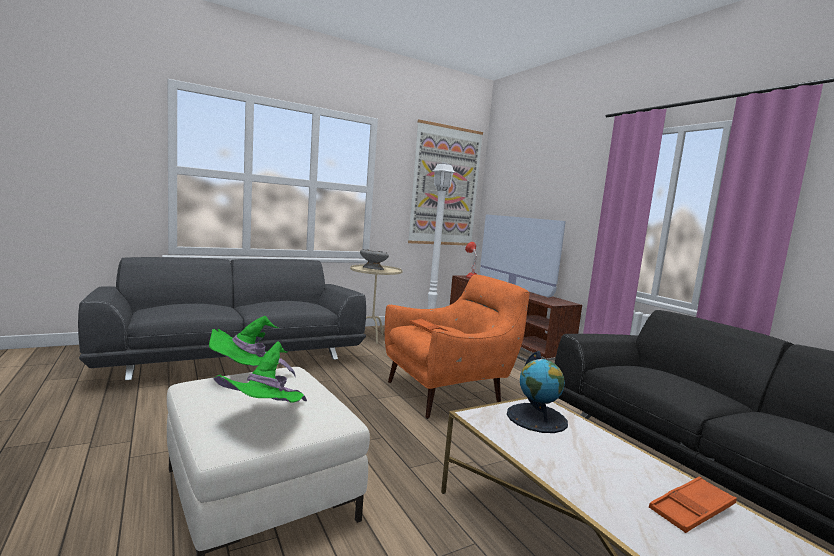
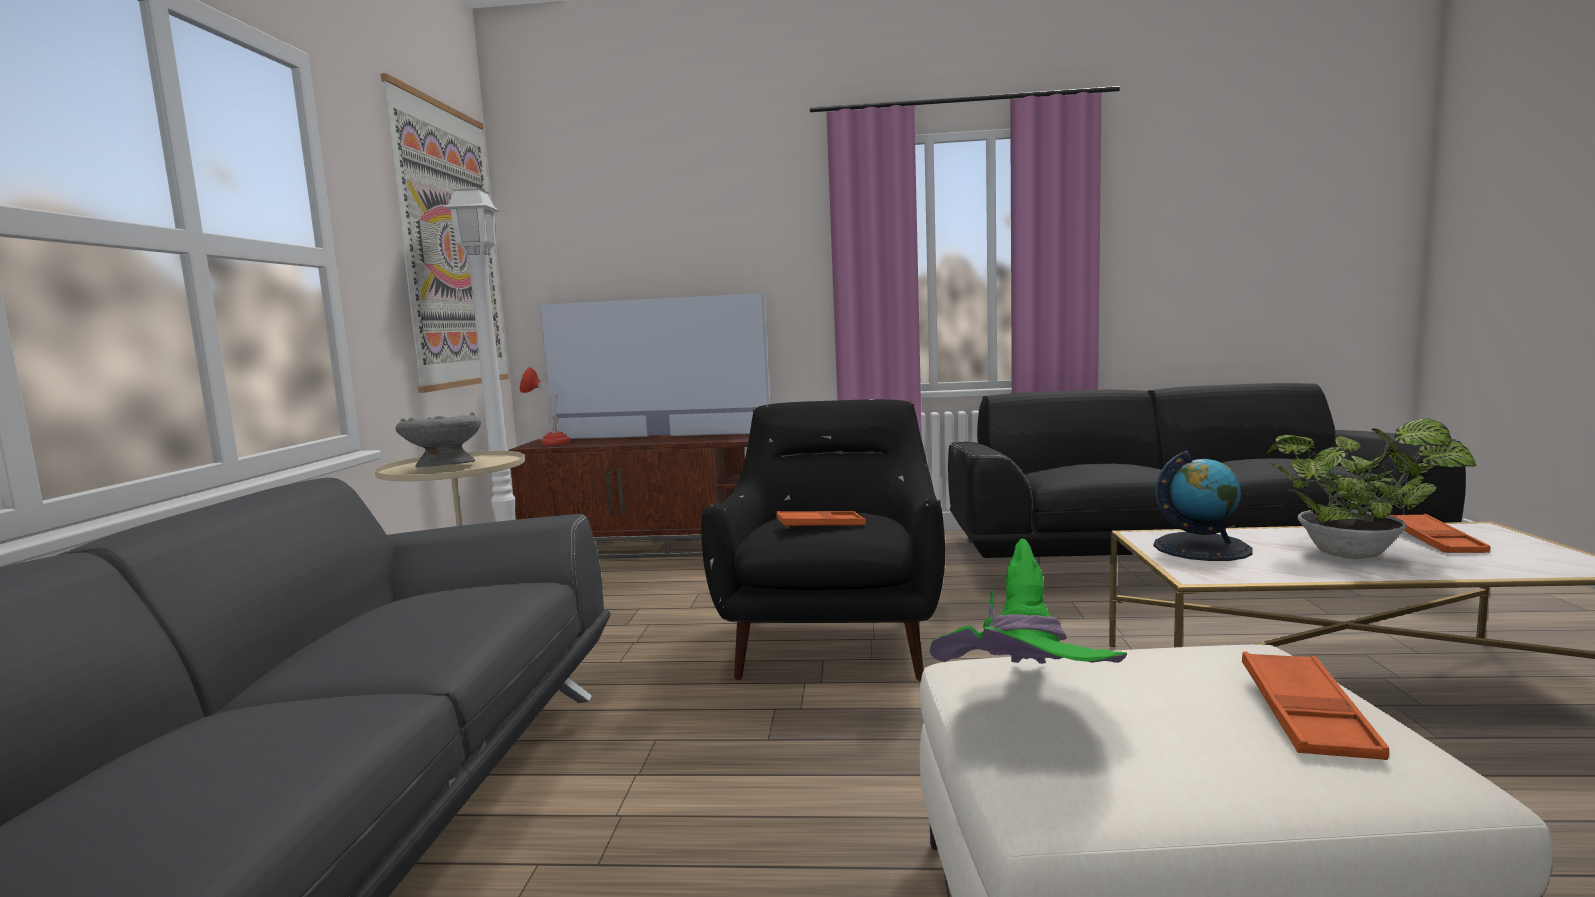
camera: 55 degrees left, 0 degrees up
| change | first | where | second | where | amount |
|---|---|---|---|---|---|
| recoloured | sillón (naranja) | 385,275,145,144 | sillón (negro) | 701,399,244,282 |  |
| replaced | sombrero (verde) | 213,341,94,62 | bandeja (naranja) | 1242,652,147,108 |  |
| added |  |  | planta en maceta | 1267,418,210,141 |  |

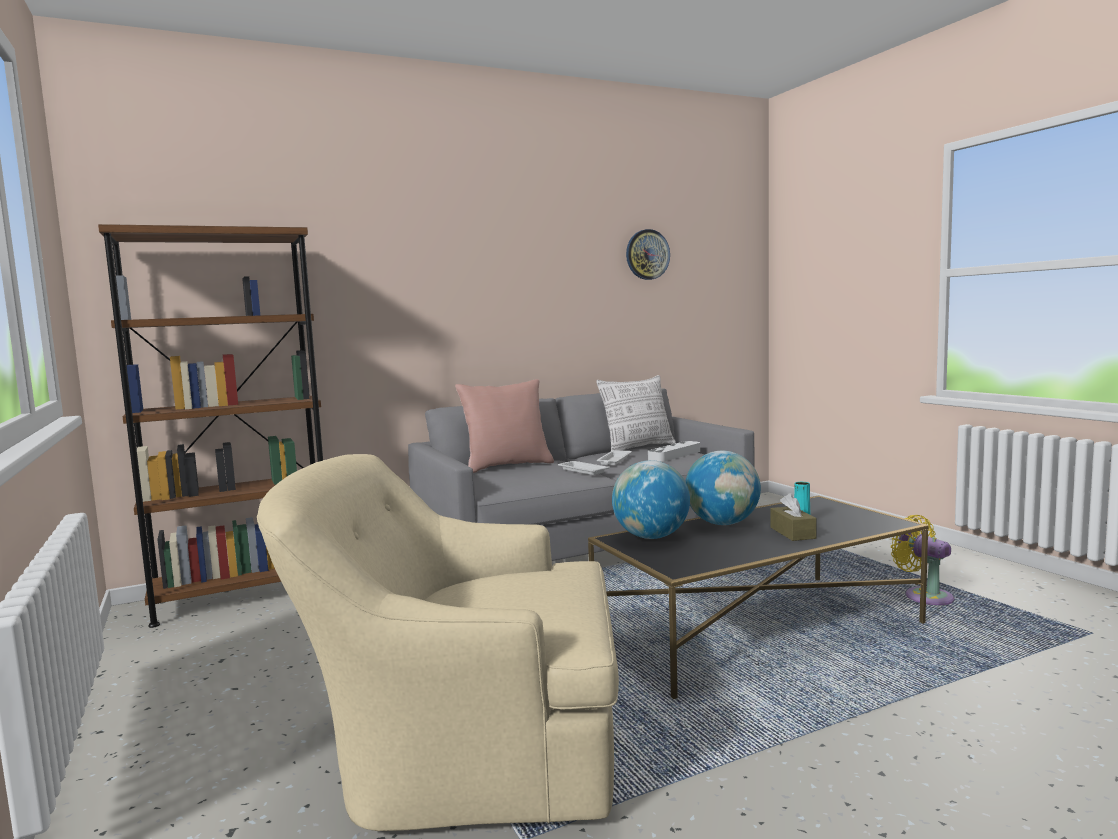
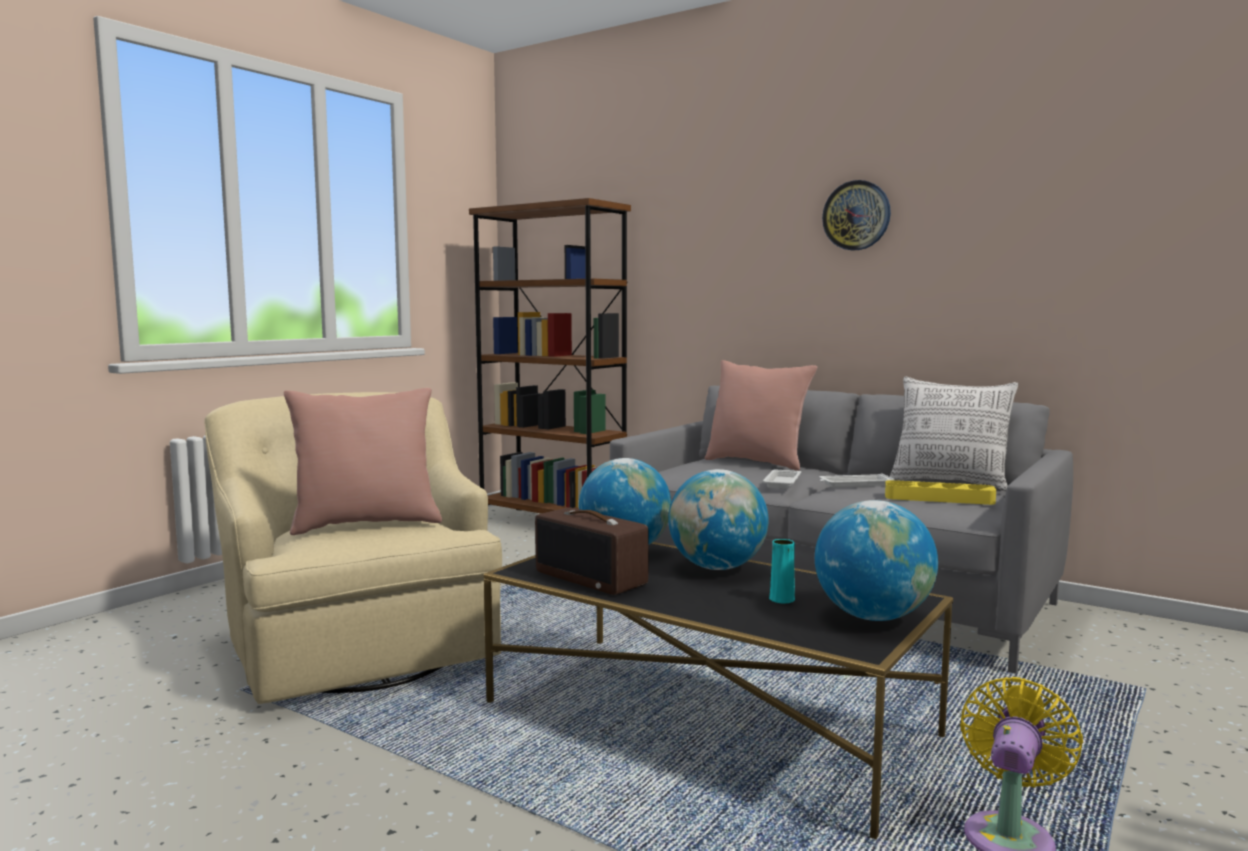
camera: 60 degrees right, 0 degrees up
| change | first | where | second | where | amount |
|---|---|---|---|---|---|
| moved | reloj de pared | 626,229,44,51 |  | 822,180,69,70 |  |
| recoloured | bandeja (gris) | 648,441,52,21 | bandeja (amarillo) | 885,480,111,25 |  |
| removed | caja de pañuelos (marrón) | 771,493,46,48 |  |  |  |
| added |  |  | cojín (rosa) | 284,388,158,147 |  |
| added |  |  | globo terráqueo | 815,500,123,121 |  |
| added |  |  | radio | 535,507,114,88 |  |

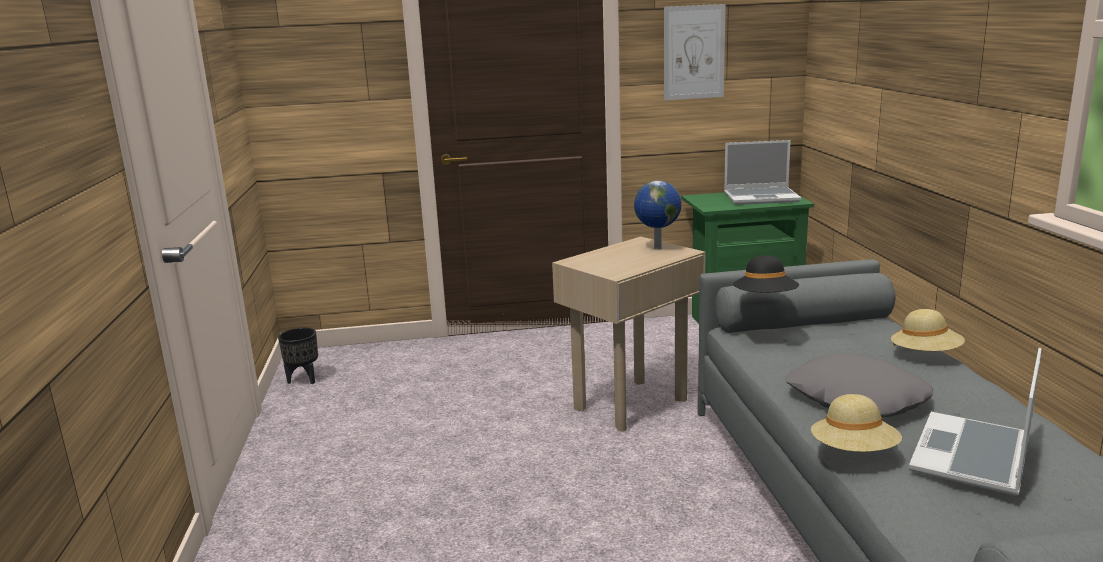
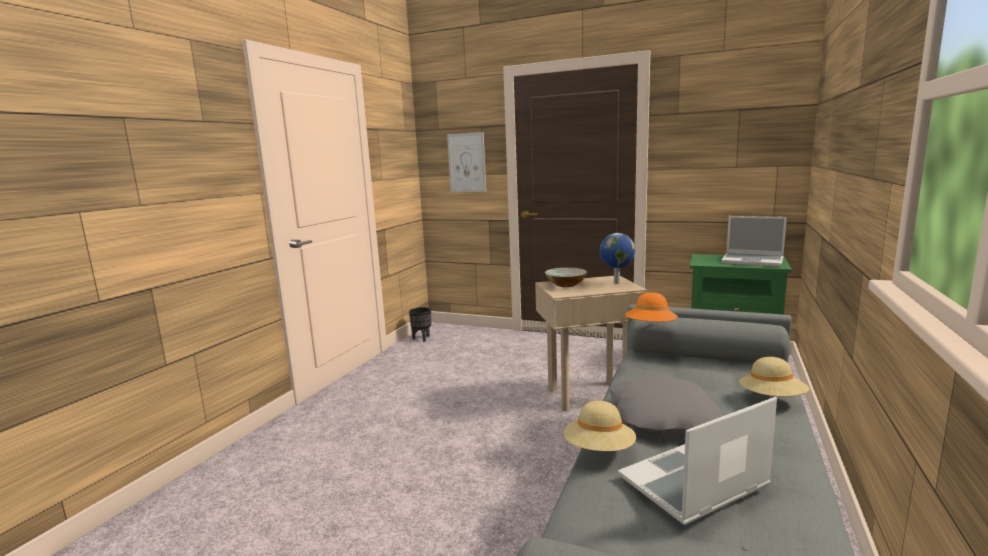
camera: 30 degrees right, 5 degrees down
| change | first | where | second | where | amount |
|---|---|---|---|---|---|
| moved | cuadro | 664,4,62,96 |  | 447,132,39,60 |  |
| recoloured | sombrero (negro) | 733,255,66,37 | sombrero (naranja) | 625,292,53,30 |  |
| added |  |  | cuenco | 545,267,42,20 |  |

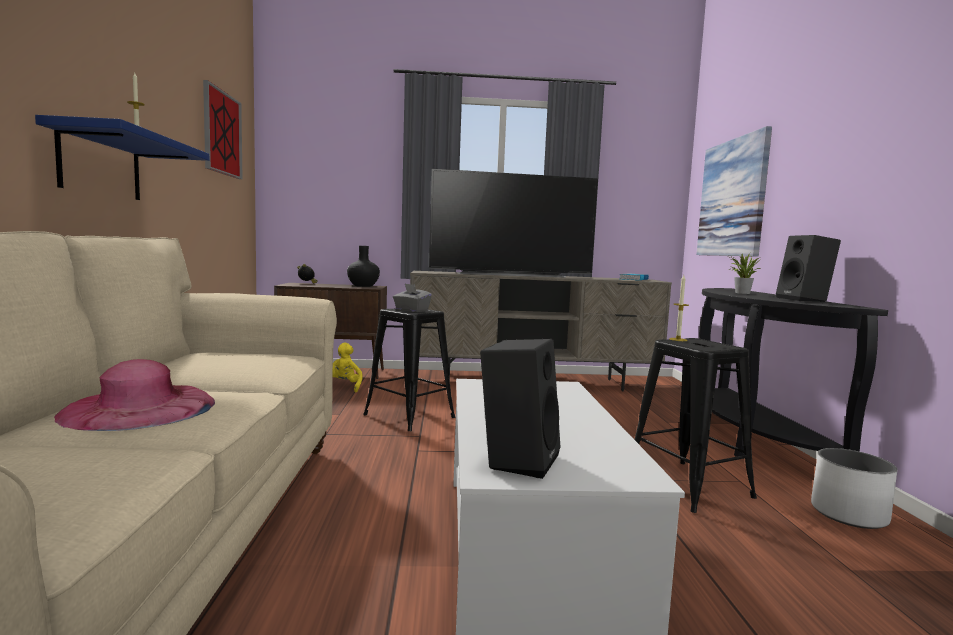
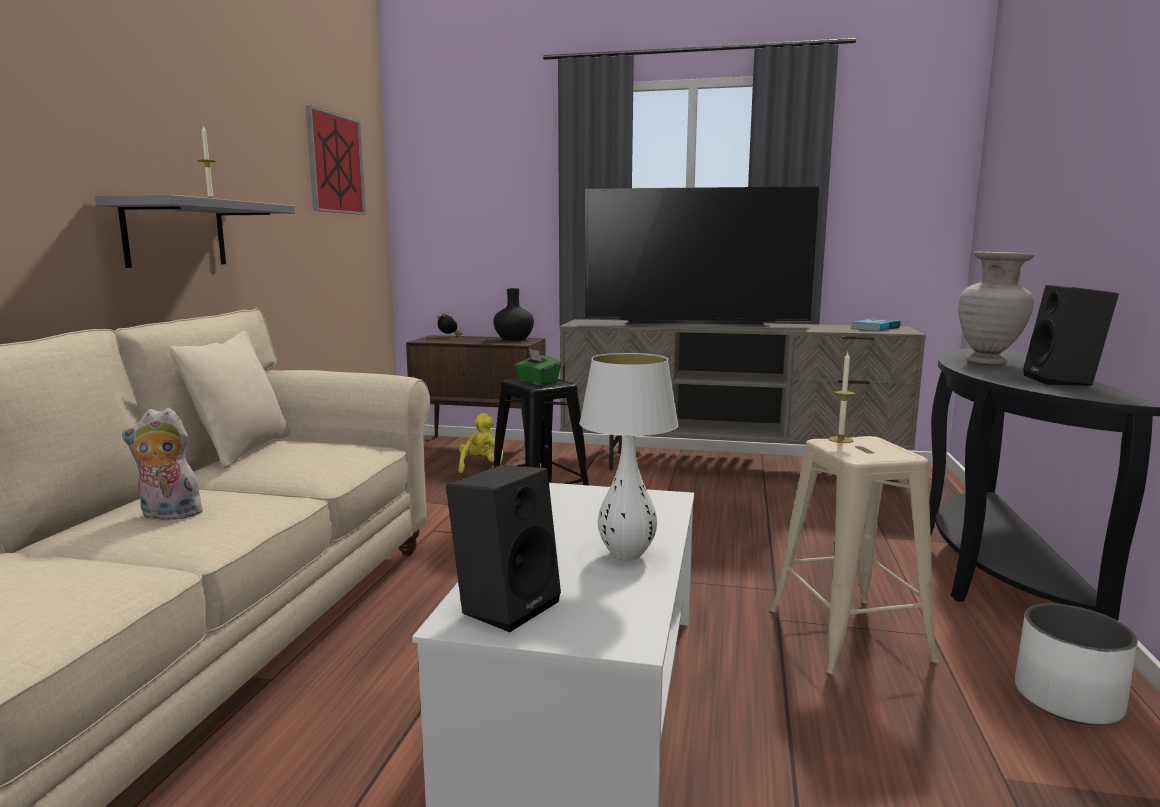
camera: 15 degrees right, 5 degrees up
| change | first | where | second | where | amount |
|---|---|---|---|---|---|
| recoloured | estante (azul) | 35,115,174,85 | estante (gris) | 95,194,200,74 |  |
| removed | cuadro | 696,126,76,131 |  |  |  |
| replaced | planta en maceta | 726,253,35,41 | florero (beis) | 958,252,77,112 |  |
| recoloured | caja de pañuelos (gris) | 393,284,39,28 | caja de pañuelos (verde) | 515,348,46,38 |  |
| recoloured | taburete (negro) | 634,338,123,175 | taburete (beis) | 770,436,169,238 |  |
| replaced | sombrero (rosa) | 54,359,161,72 | peluche | 122,408,81,112 |  |
| added |  |  | cojín (beis) | 169,331,121,137 |  |
| added |  |  | lámpara de mesa (blanco) | 579,353,100,208 |  |

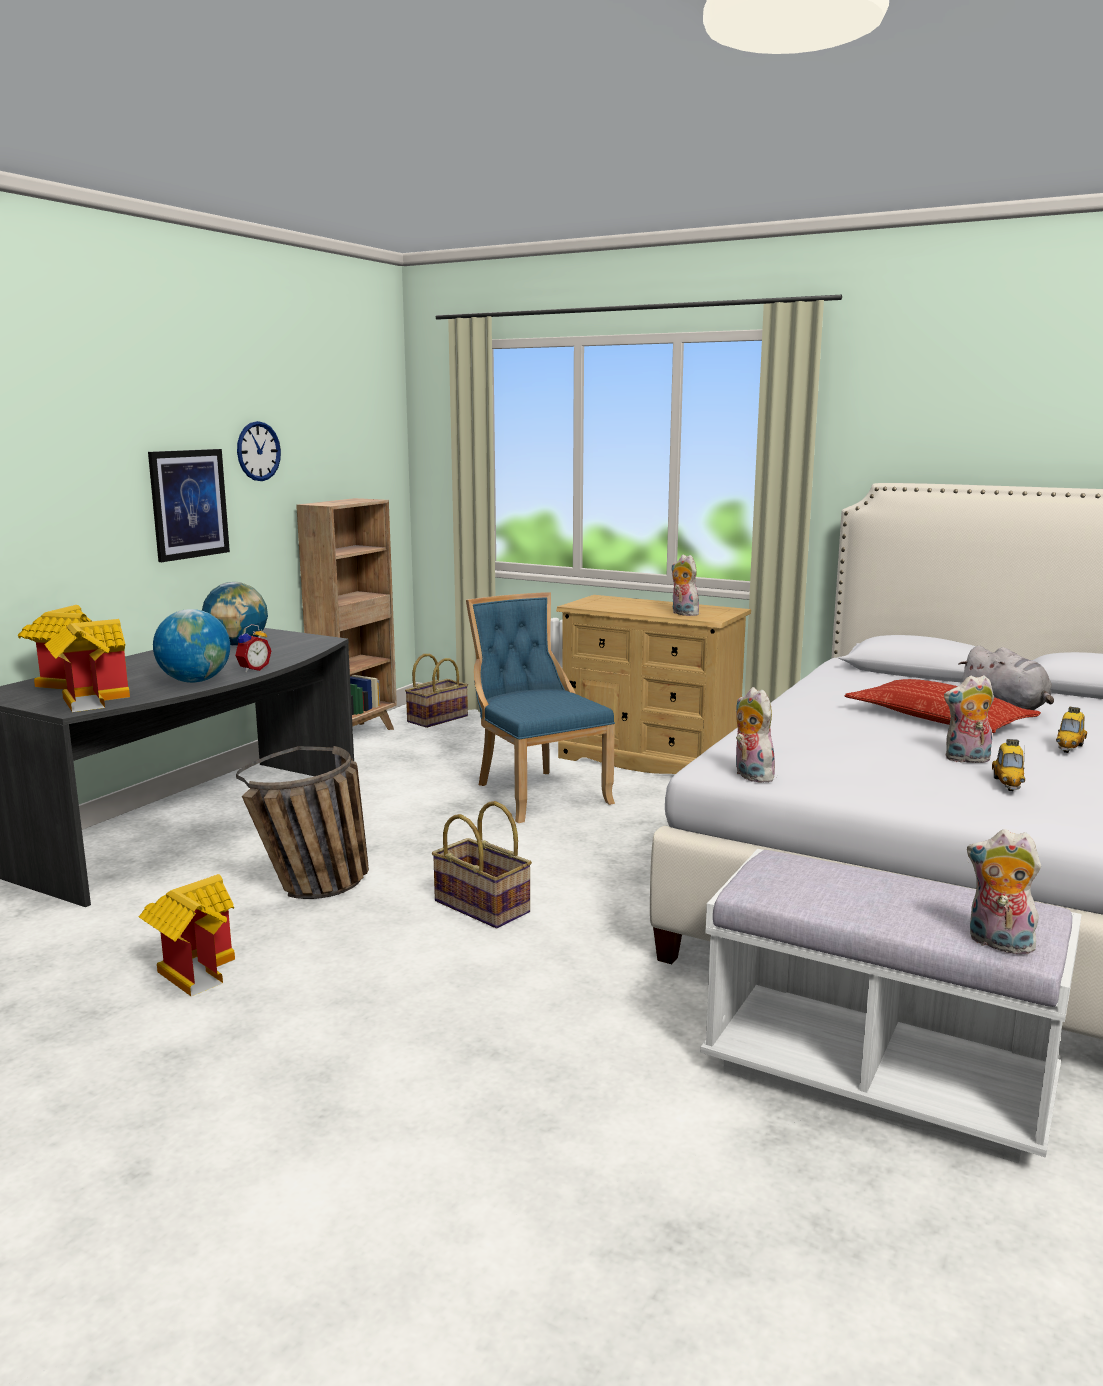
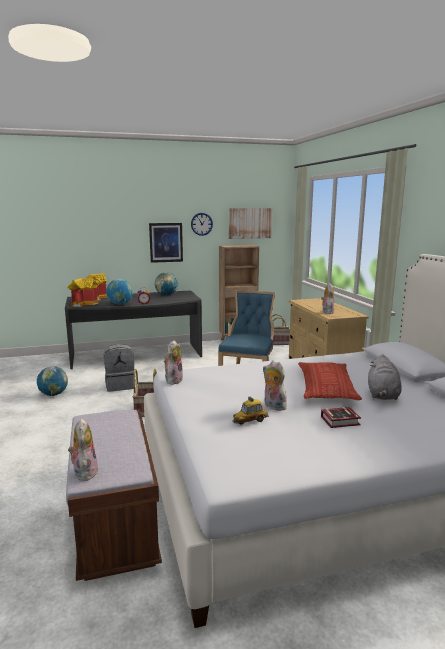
camera: 45 degrees right, 0 degrees up
| change | first | where | second | where | amount |
|---|---|---|---|---|---|
| replaced | coche de juguete | 1056,707,31,46 | libro | 321,407,40,21 |  |
| replaced | cesta | 236,746,133,153 | mochila (gris) | 104,344,32,48 |  |
| recoloured | banco (blanco) | 701,849,381,315 | banco (marrón) | 66,409,96,172 |  |
| replaced | casita | 138,874,97,122 | globo terráqueo | 37,366,31,30 |  |
| added |  |  | cuadro | 229,208,43,31 |  |

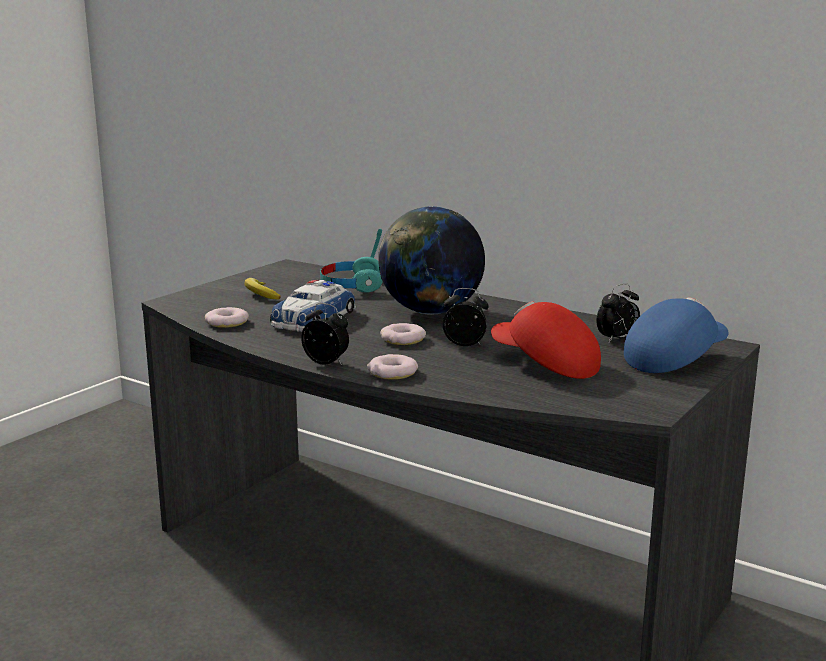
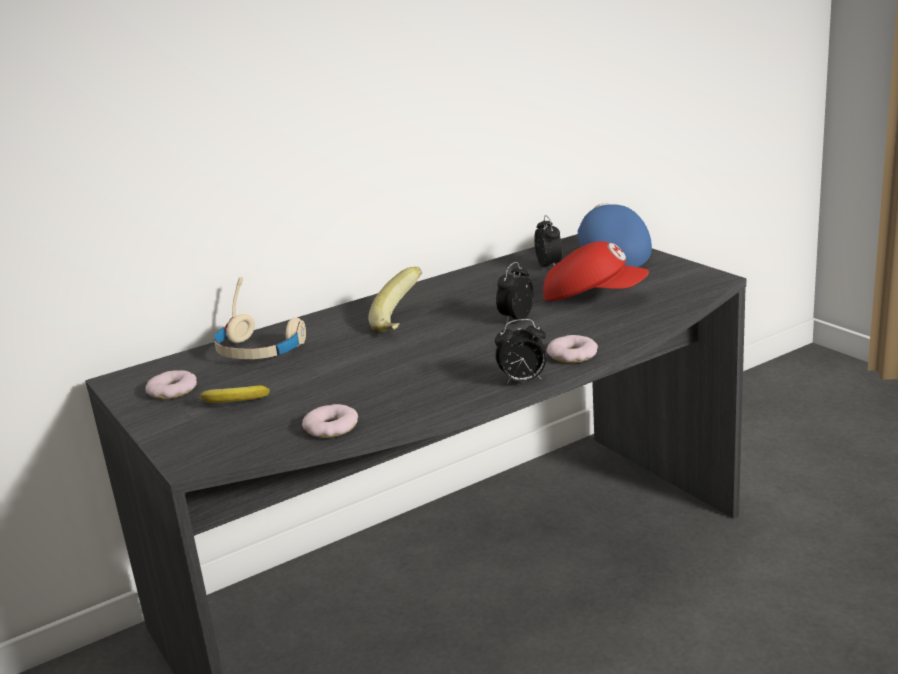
camera: 65 degrees left, 5 degrees up
| change | first | where | second | where | amount |
|---|---|---|---|---|---|
| replaced | globo terráqueo | 378,206,107,109 | plátano | 368,267,54,65 |  |
| recoloured | auriculares (turquesa) | 320,229,62,64 | auriculares (beis) | 213,277,93,82 |  |
| removed | coche de juguete | 270,280,86,52 |  |  |  |
| turned | gorra (rojo) | 491,301,110,78 |  | 543,241,106,60 | 135 degrees counterclockwise |
| turned | despertador | 301,303,48,62 |  | 495,319,51,65 | 150 degrees counterclockwise |
| moved | rosquilla | 380,323,46,22 |  | 145,370,52,29 |  |

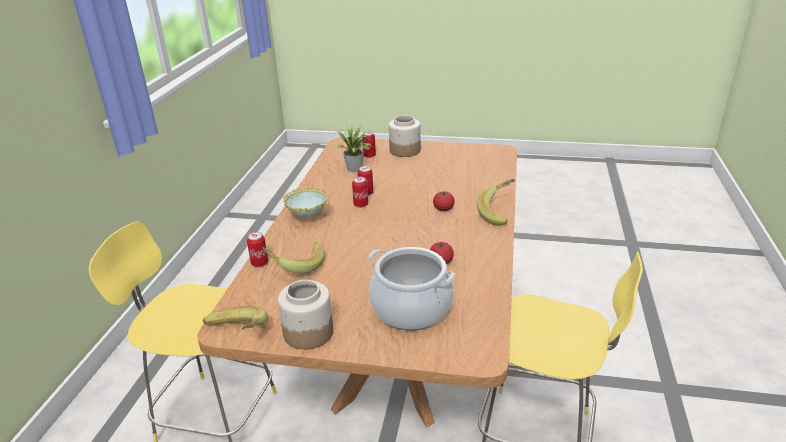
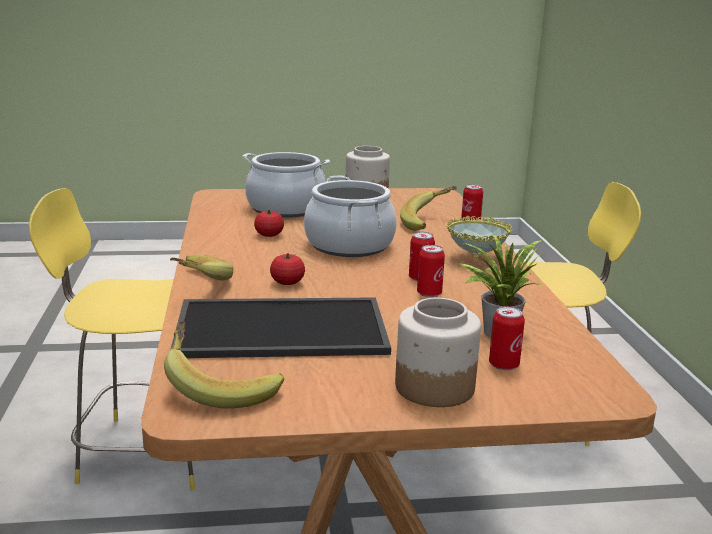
camera: 160 degrees right, 10 degrees down
| change | first | where | second | where | amount |
|---|---|---|---|---|---|
| moved | plátano | 203,306,65,24 |  | 164,320,120,89 |  |
| added |  |  | olla | 304,176,93,81 |  |
| added |  |  | bandeja | 170,297,221,61 |  |

